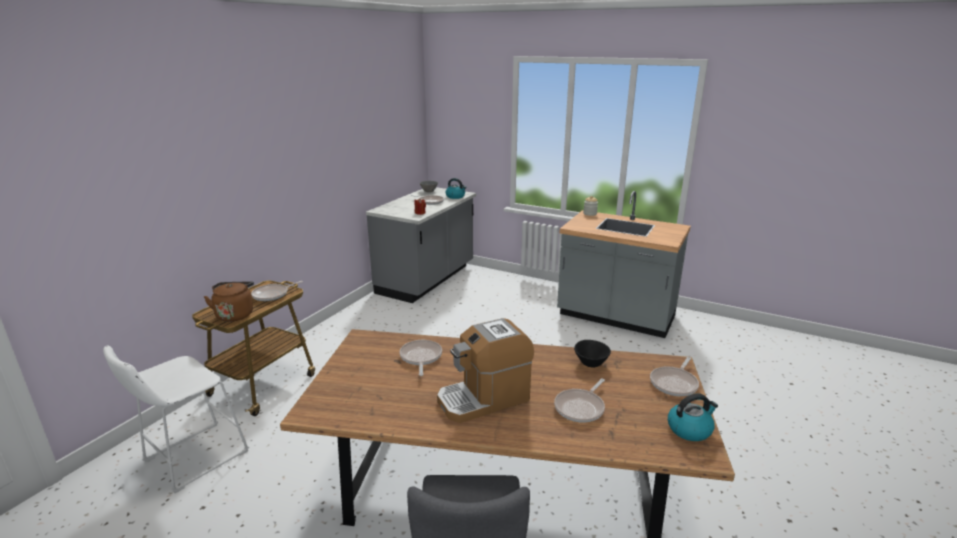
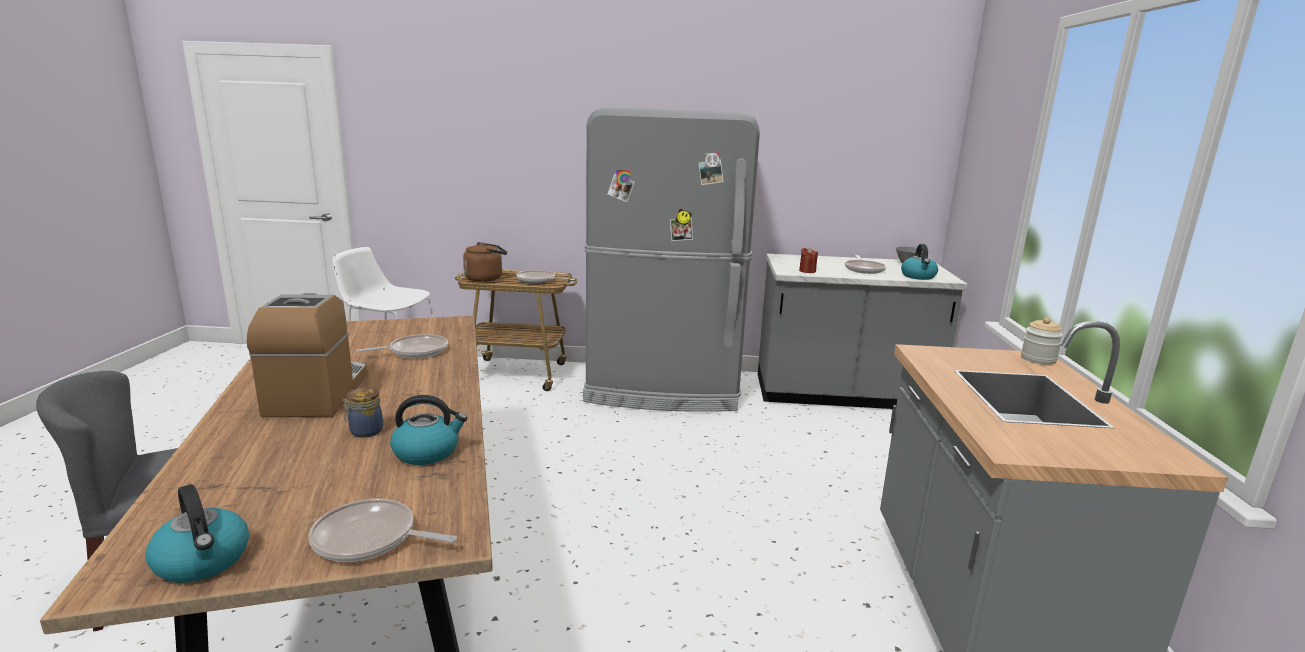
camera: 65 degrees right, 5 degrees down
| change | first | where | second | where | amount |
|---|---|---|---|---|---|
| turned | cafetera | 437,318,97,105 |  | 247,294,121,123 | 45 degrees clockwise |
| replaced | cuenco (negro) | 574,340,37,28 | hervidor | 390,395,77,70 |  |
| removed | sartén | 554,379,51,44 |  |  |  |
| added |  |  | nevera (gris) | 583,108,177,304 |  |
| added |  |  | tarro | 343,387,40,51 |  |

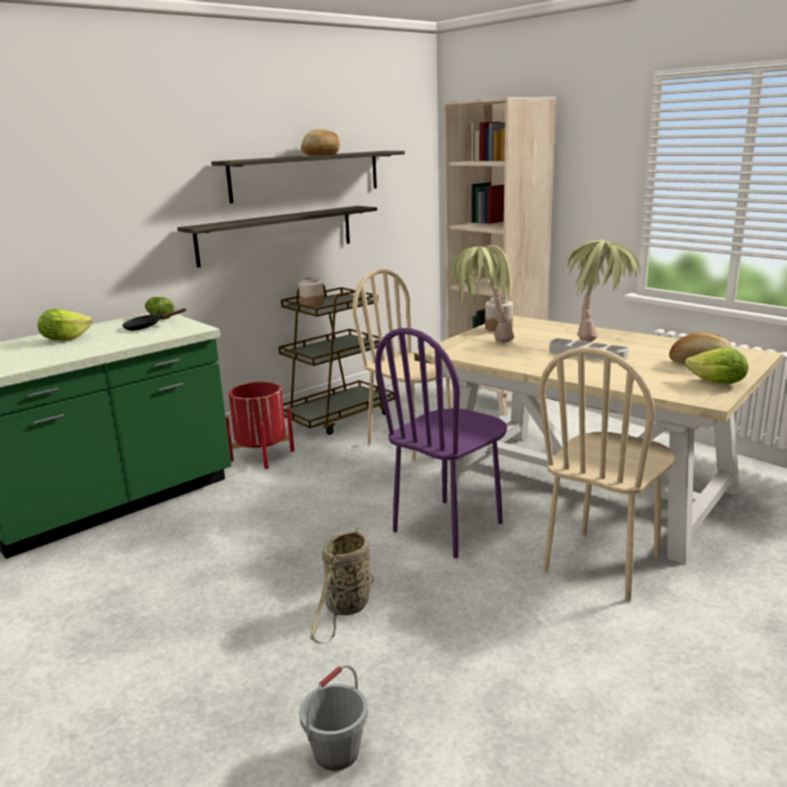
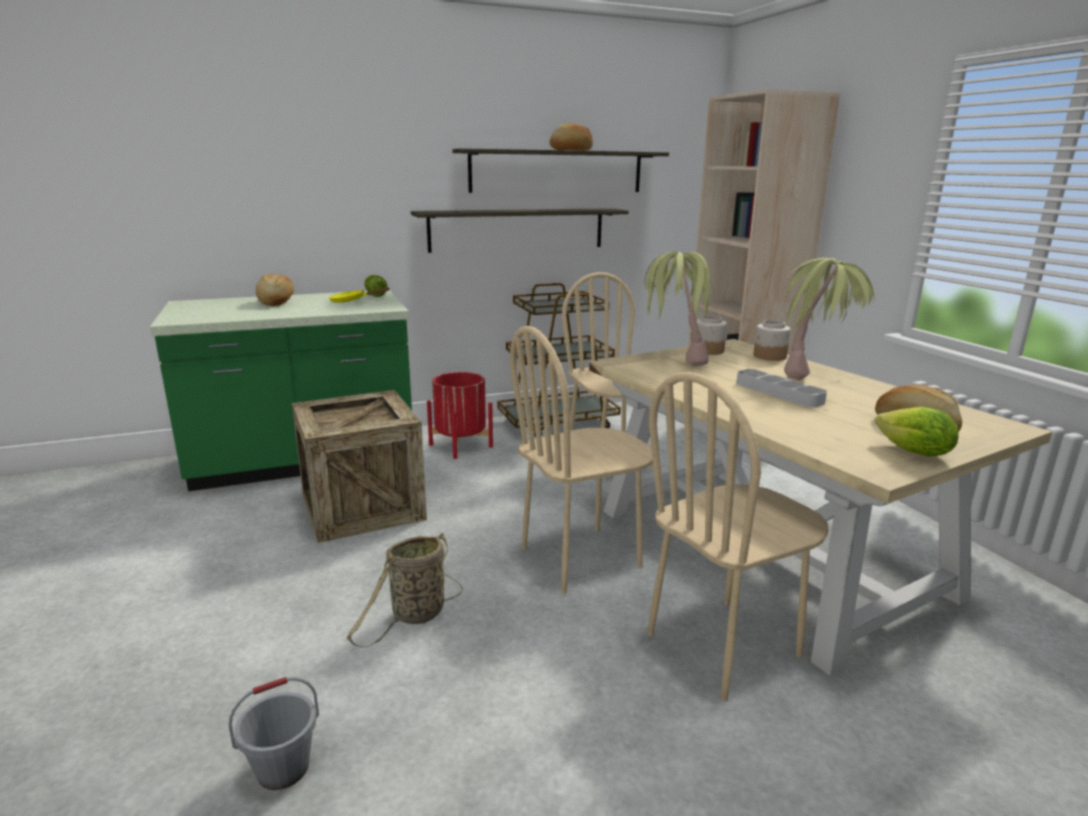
camera: 20 degrees right, 0 degrees up
| change | first | where | second | where | amount |
|---|---|---|---|---|---|
| moved | tarro | 299,277,25,30 |  | 754,320,37,41 |  |
| recoloured | sartén (negro) | 122,308,64,23 | sartén (amarillo) | 329,288,61,15 |  |
| replaced | lechuga | 38,309,54,32 | pan | 256,274,38,32 |  |
| recoloured | silla (morado) | 375,328,132,230 | silla (beis) | 510,326,143,268 |  |
| added |  |  | caja de embalaje | 292,390,135,153 |  |

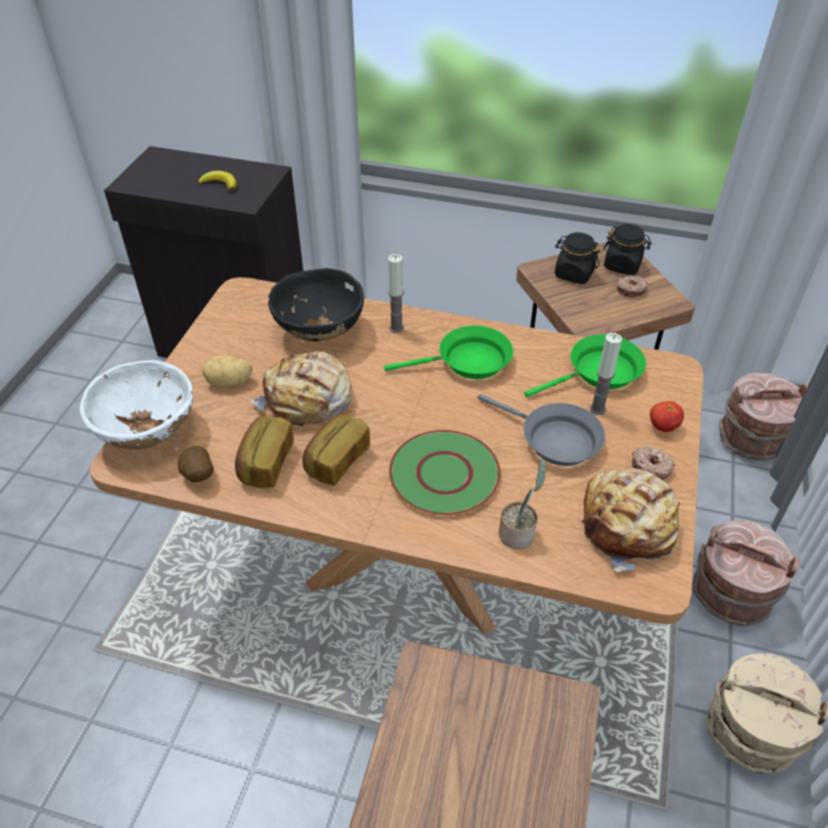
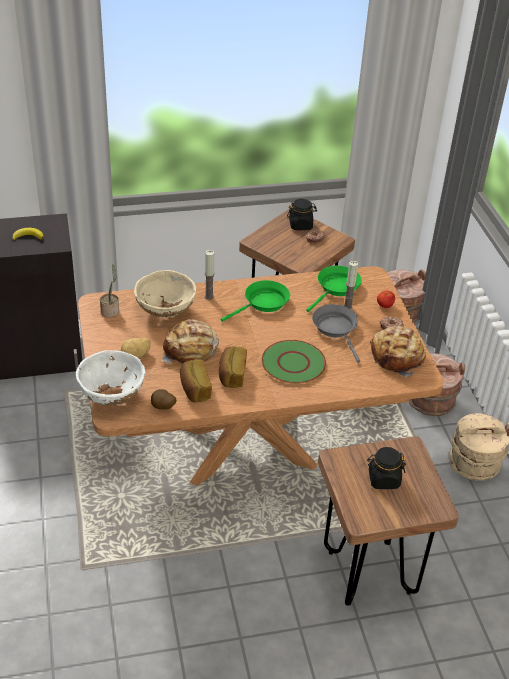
camera: 30 degrees left, 5 degrees down
| change | first | where | second | where | amount |
|---|---|---|---|---|---|
| moved | tarro (negro) | 555,232,45,52 |  | 367,447,39,42 |  |
| recoloured | cuenco (negro) | 268,268,96,73 | cuenco (beis) | 134,270,62,48 |  |
| turned | sartén (gris) | 478,394,127,72 |  | 312,304,48,59 | 120 degrees counterclockwise |
| moved | planta en maceta | 499,459,47,90 |  | 100,264,19,54 |  |

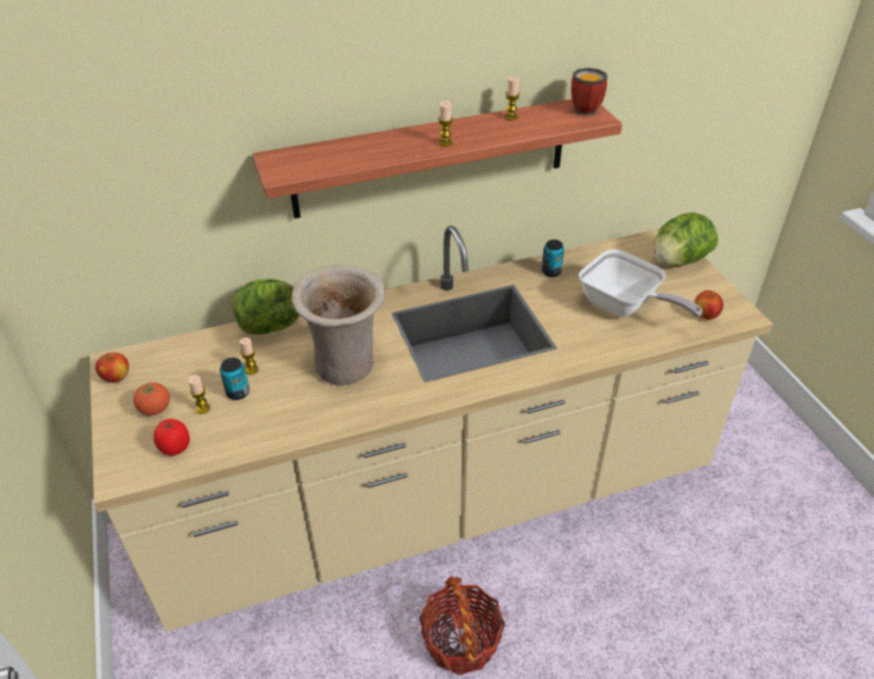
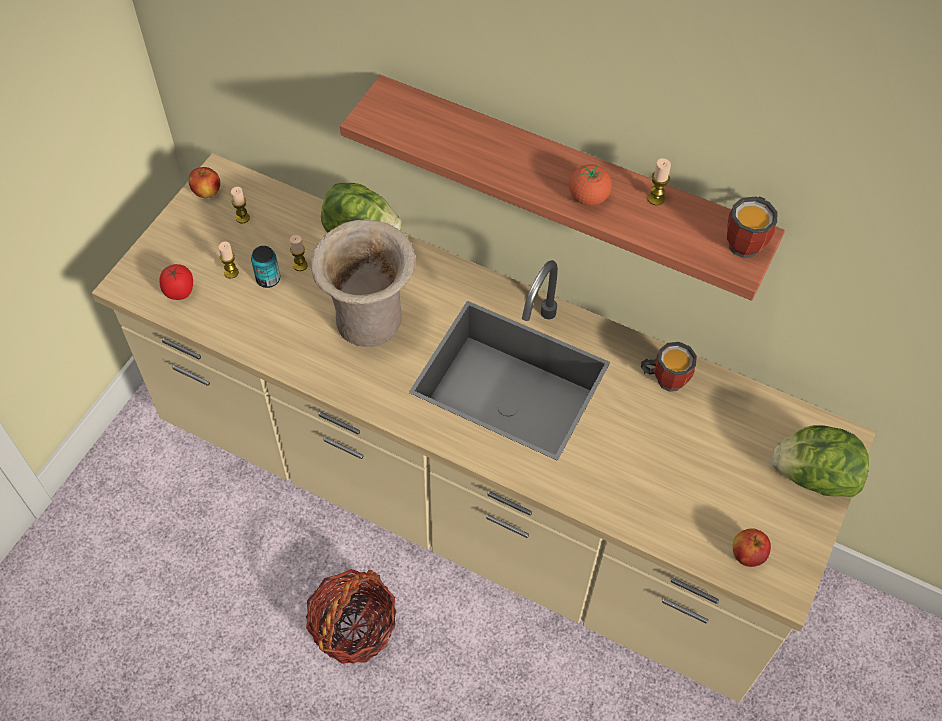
camera: 45 degrees right, 15 degrees up
| change | first | where | second | where | amount |
|---|---|---|---|---|---|
| moved | vela | 438,101,15,45 |  | 231,187,19,36 |  |
| replaced | lata | 542,240,22,37 | taza grande | 641,342,56,50 |  |
| removed | sartén | 579,249,124,68 |  |  |  |
| moved | tomate | 133,382,37,33 |  | 569,164,43,42 |  |

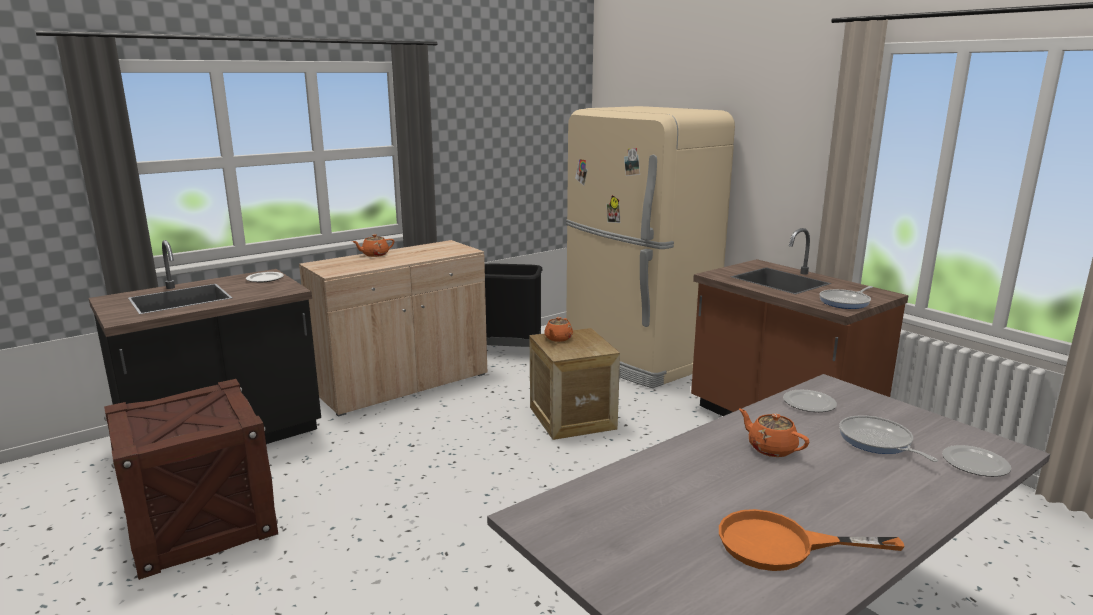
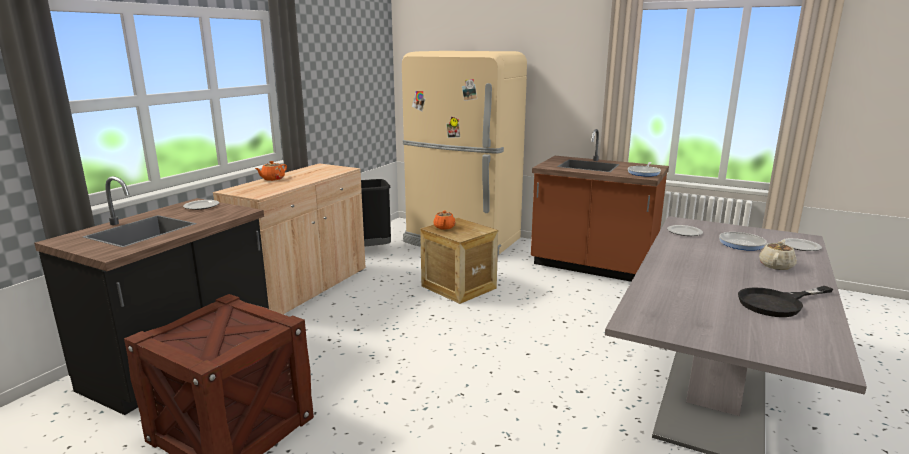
camera: 25 degrees left, 0 degrees up
| change | first | where | second | where | amount |
|---|---|---|---|---|---|
| removed | tetera (naranja) | 739,409,70,48 |  |  |  |
| recoloured | sartén (naranja) | 719,509,186,62 | sartén (negro) | 738,286,95,31 |  |
| added |  |  | tetera (beis) | 759,240,38,30 |  |

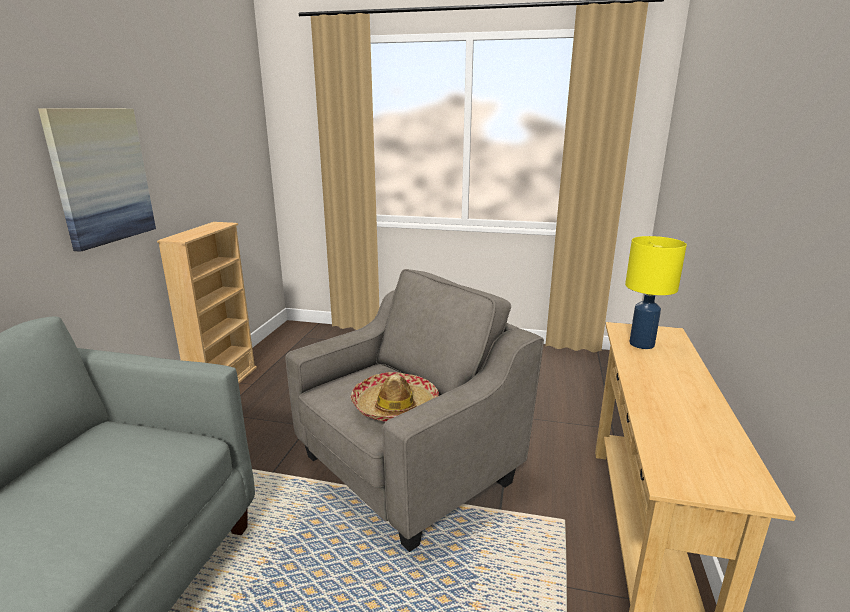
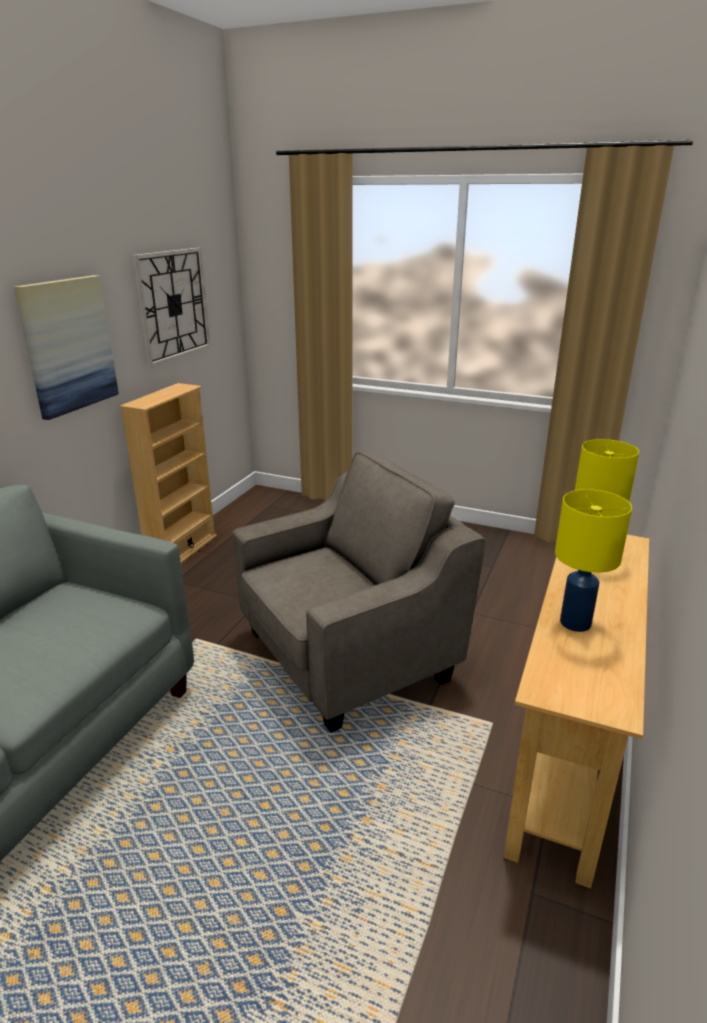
camera: 10 degrees right, 5 degrees up
| change | first | where | second | where | amount |
|---|---|---|---|---|---|
| removed | sombrero | 351,372,88,50 |  |  |  |
| added |  |  | reloj de pared | 132,248,79,119 |  |
| added |  |  | lámpara de mesa (amarillo) | 555,489,77,143 |  |

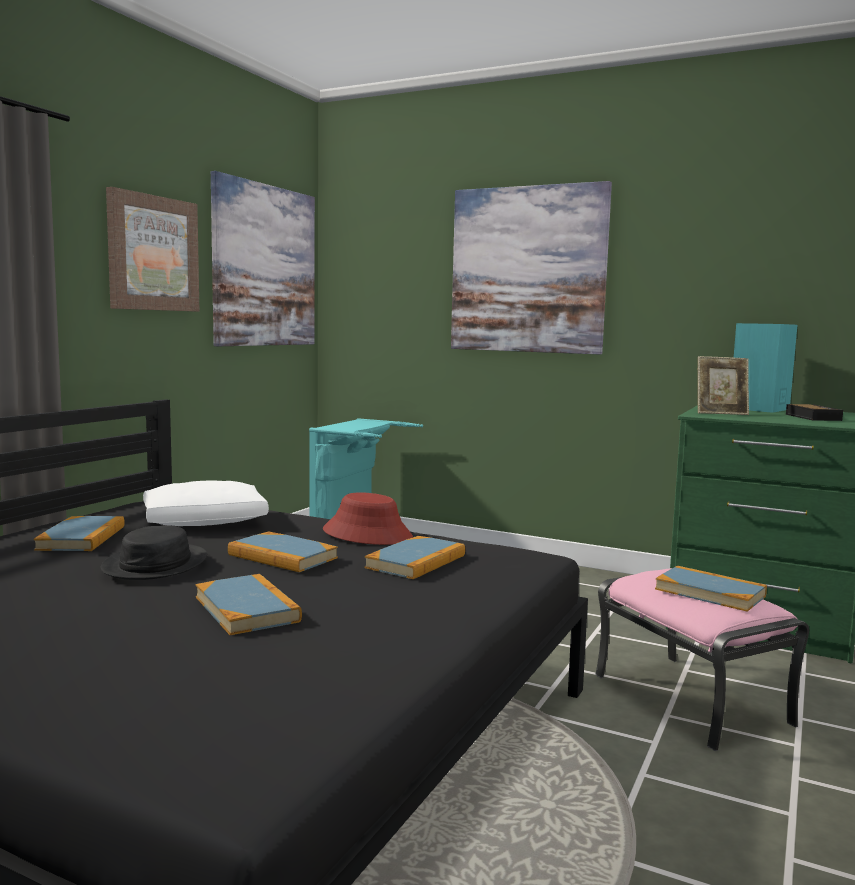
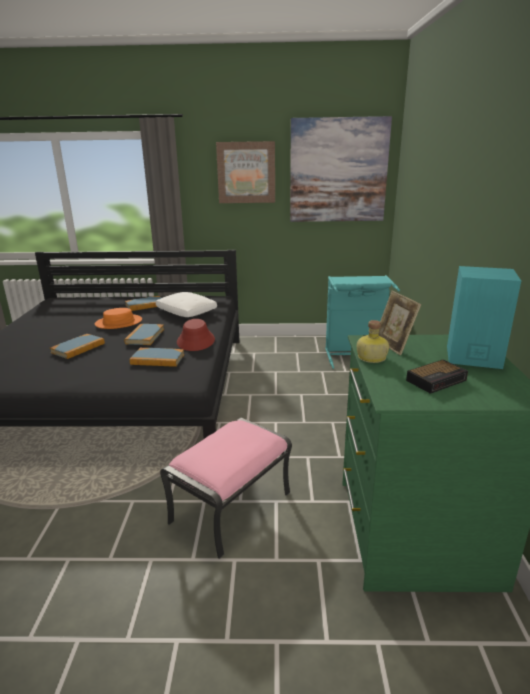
camera: 65 degrees right, 15 degrees up
| change | first | where | second | where | amount |
|---|---|---|---|---|---|
| removed | cuadro | 451,181,161,174 |  |  |  |
| recoloured | sombrero (negro) | 101,526,106,54 | sombrero (naranja) | 95,308,47,21 |  |
| removed | libro | 655,566,112,46 |  |  |  |
| added |  |  | botella | 357,320,32,43 |  |

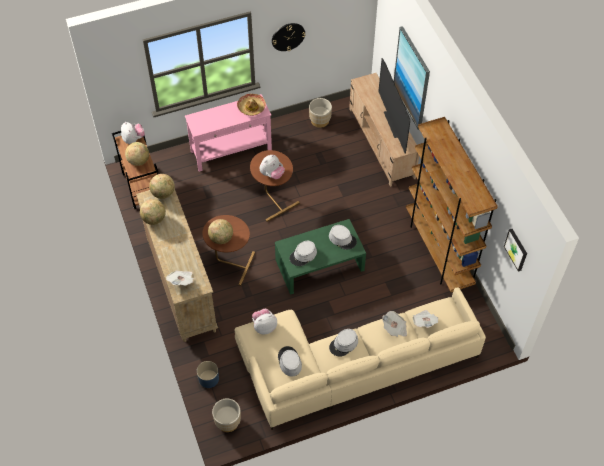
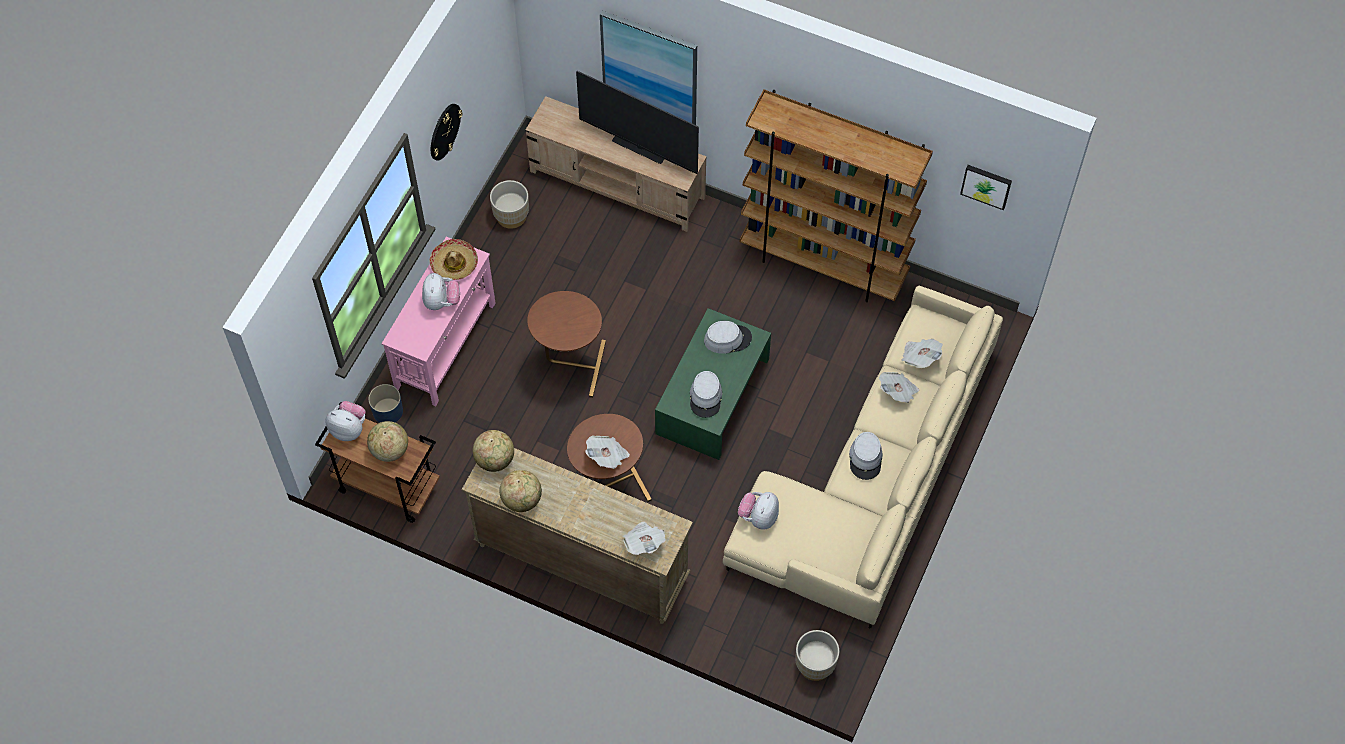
camera: 45 degrees left, 5 degrees up
| change | first | where | second | where | amount |
|---|---|---|---|---|---|
| moved | peluche | 260,155,25,24 |  | 422,273,38,37 |  |
| replaced | globo terráqueo | 208,219,25,25 | periódico | 585,436,45,33 |  |
| removed | sombrero (gris) | 278,346,24,31 |  |  |  |
| moved | maceta (azul) | 197,361,22,27 |  | 368,384,35,39 |  |

